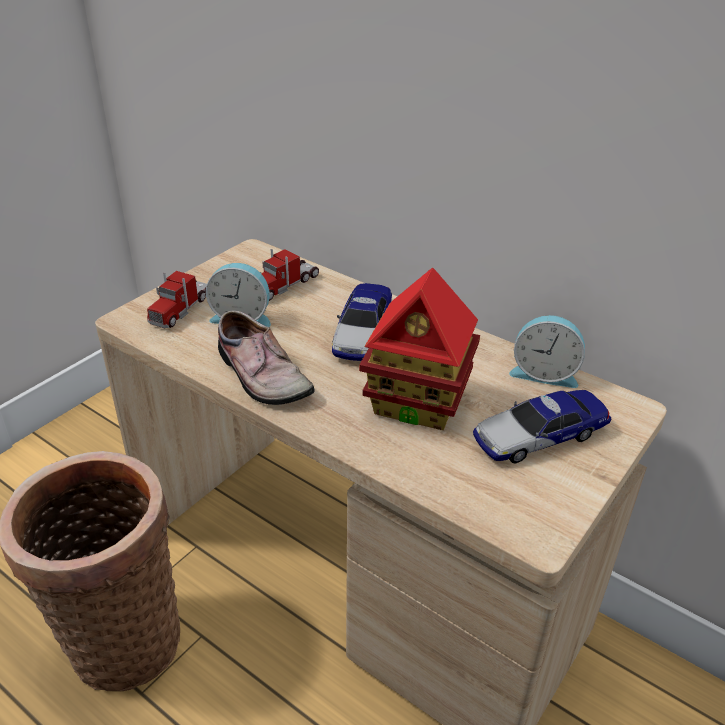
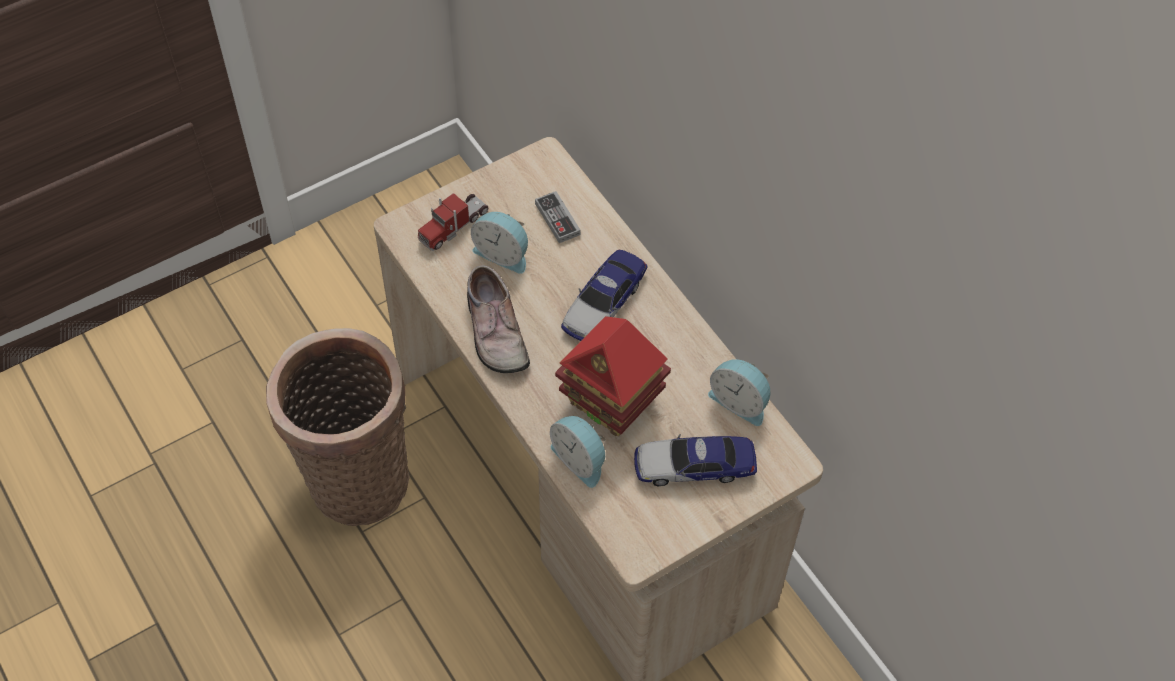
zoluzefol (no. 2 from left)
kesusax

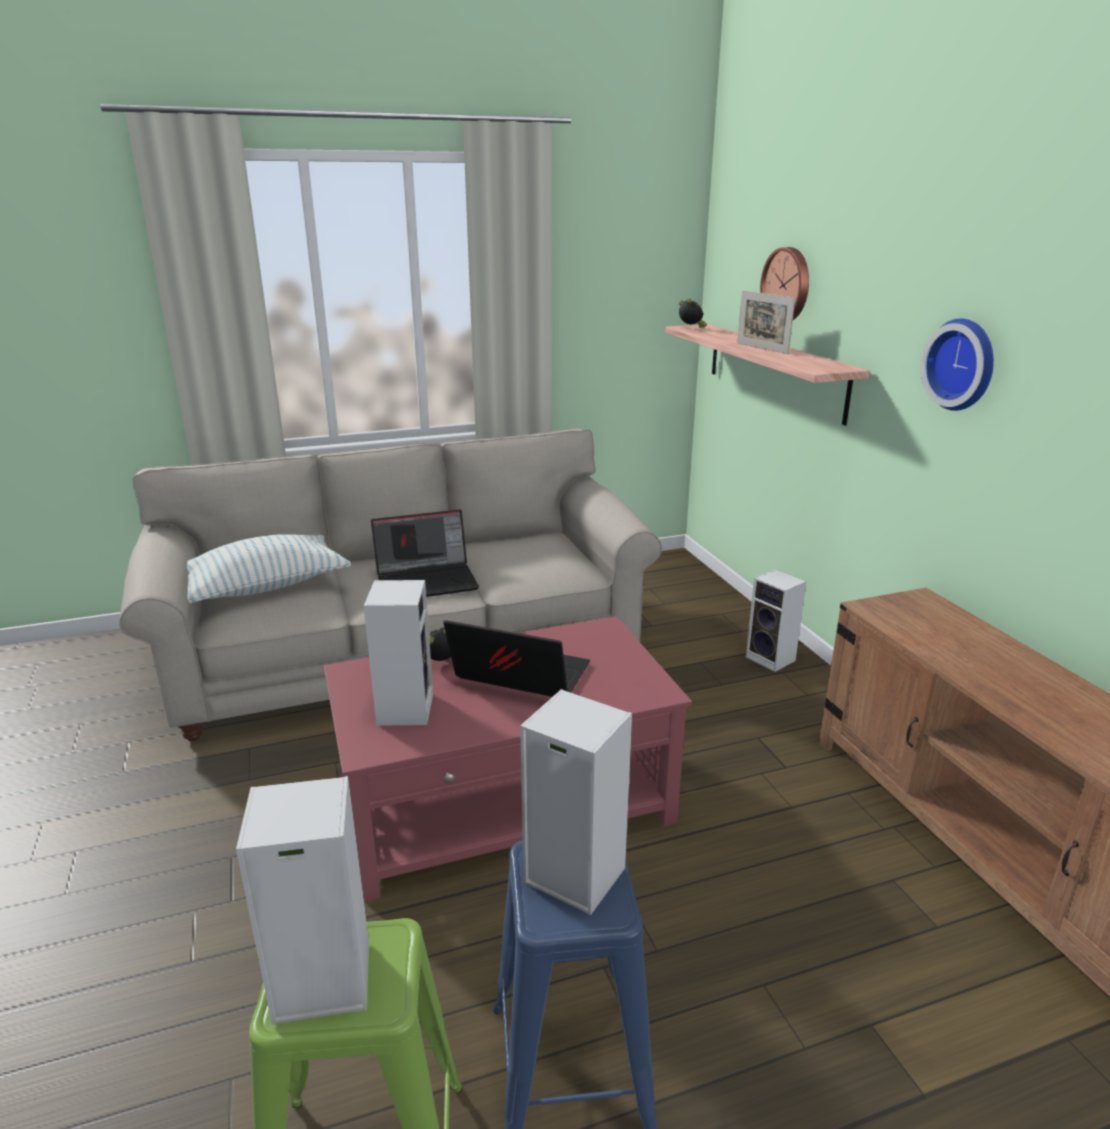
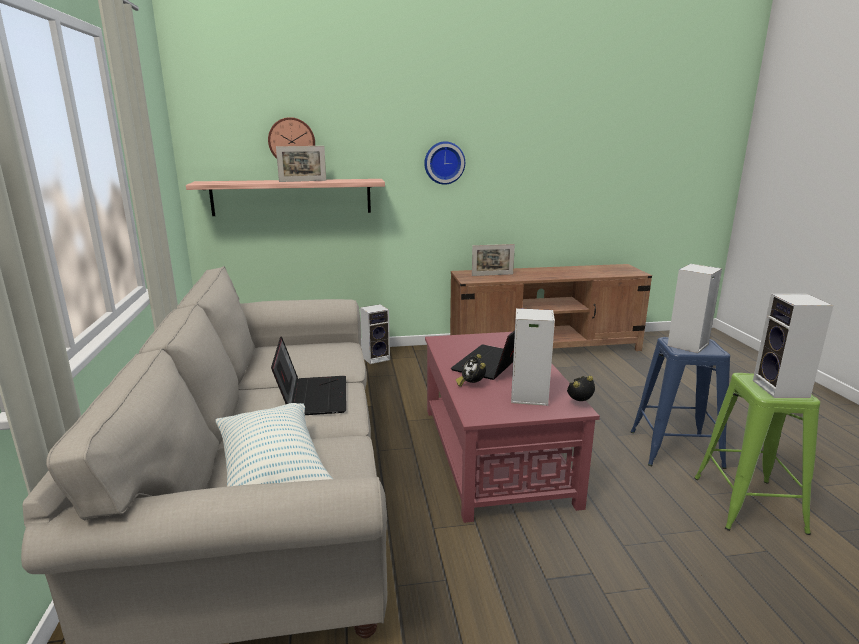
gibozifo (no. 2 from left)
zoluzefol (no. 2 from left)

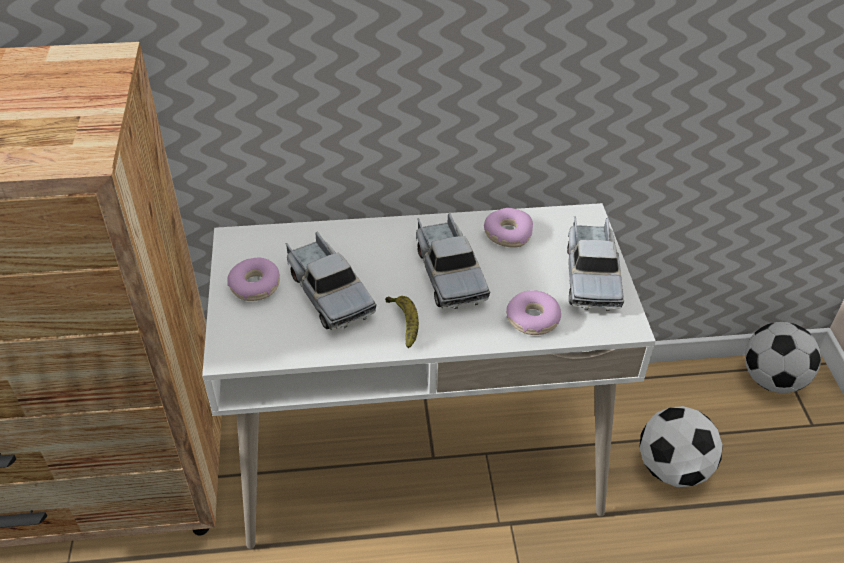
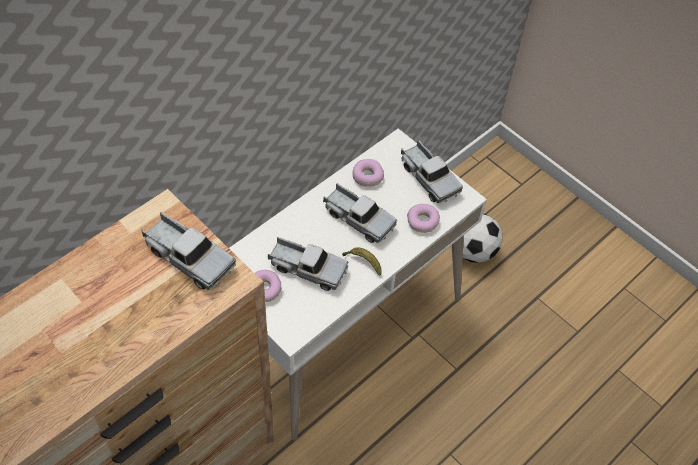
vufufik (no. 2 from left in the first image)
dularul (no. 1 from left)

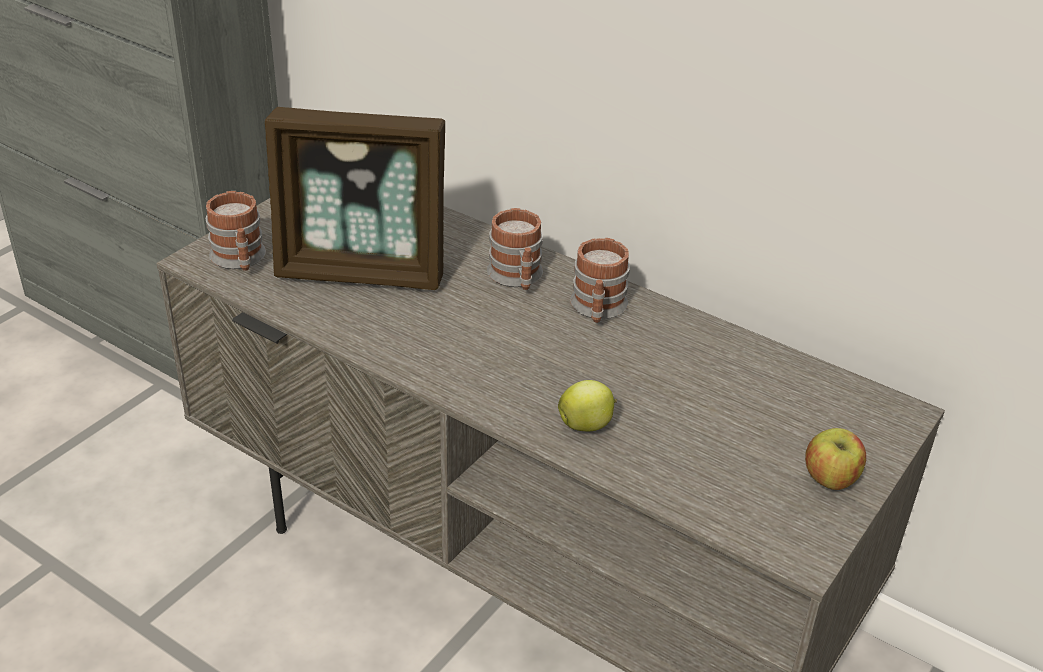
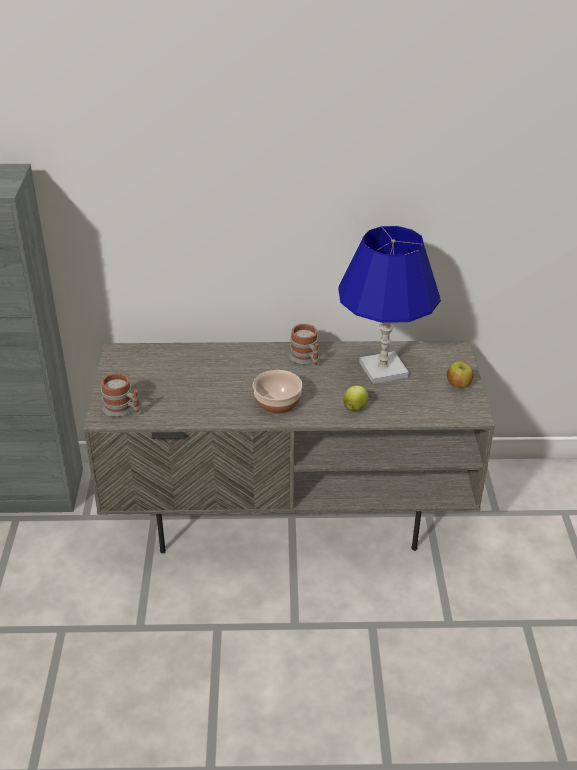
gibozifo
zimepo (no. 2 from left in the first image)
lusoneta
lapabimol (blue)

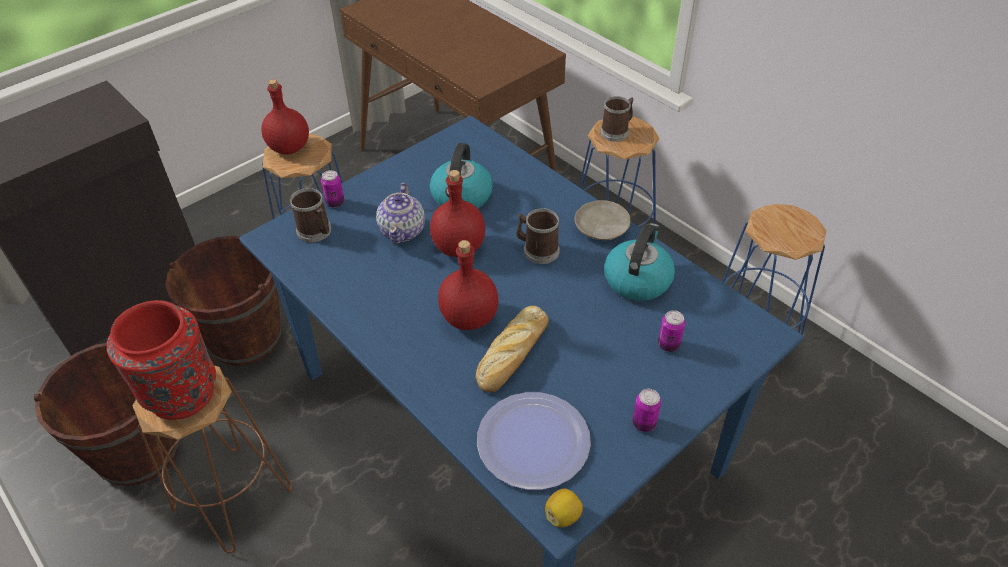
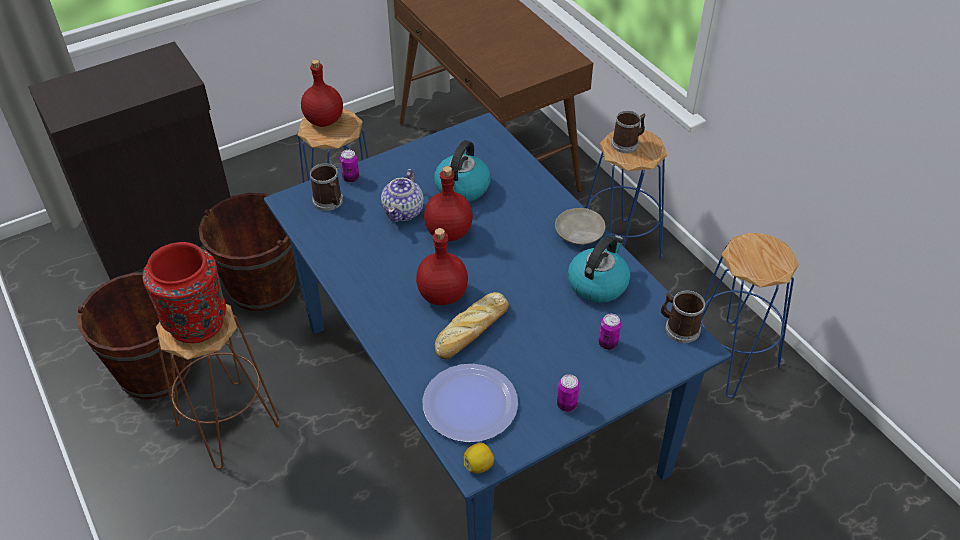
zimepo (no. 3 from left)

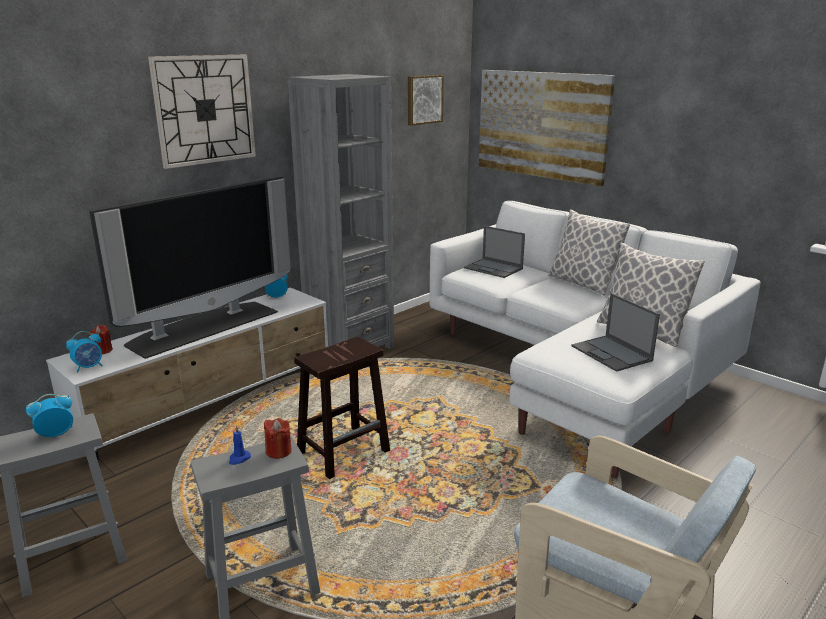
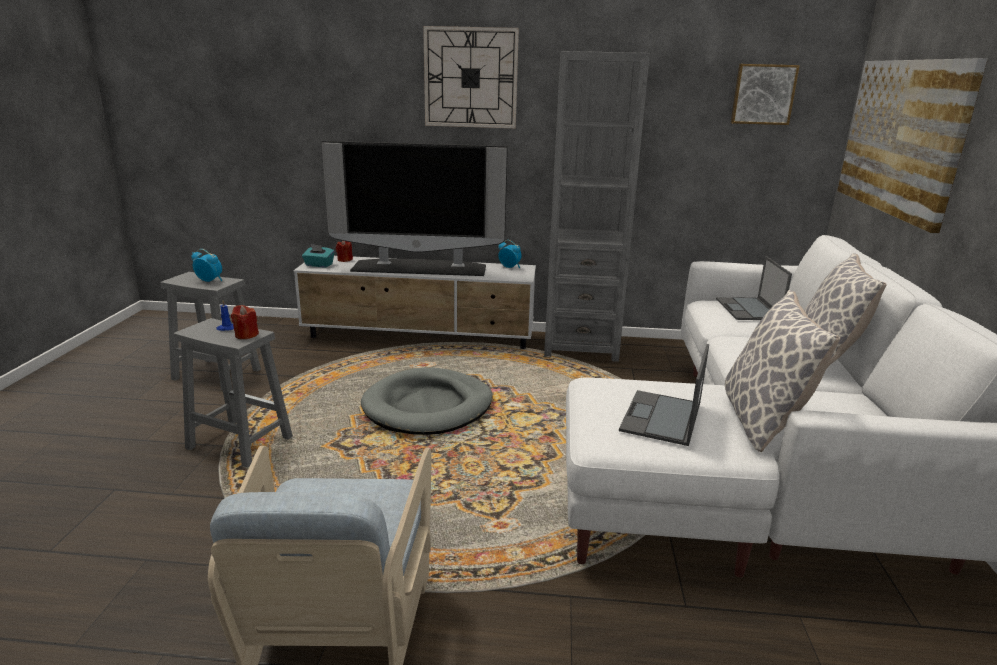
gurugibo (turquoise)
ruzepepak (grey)

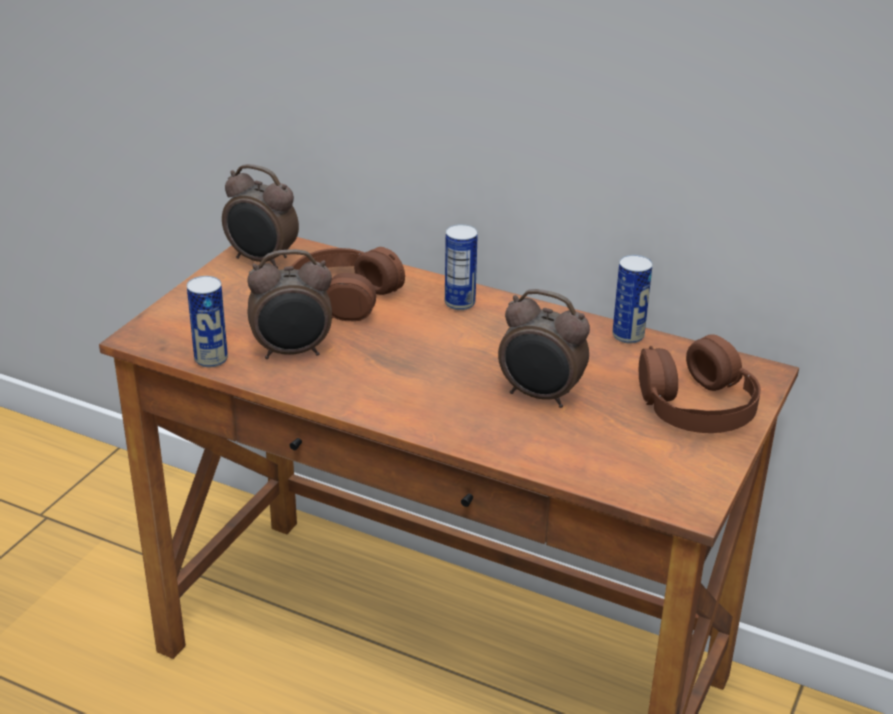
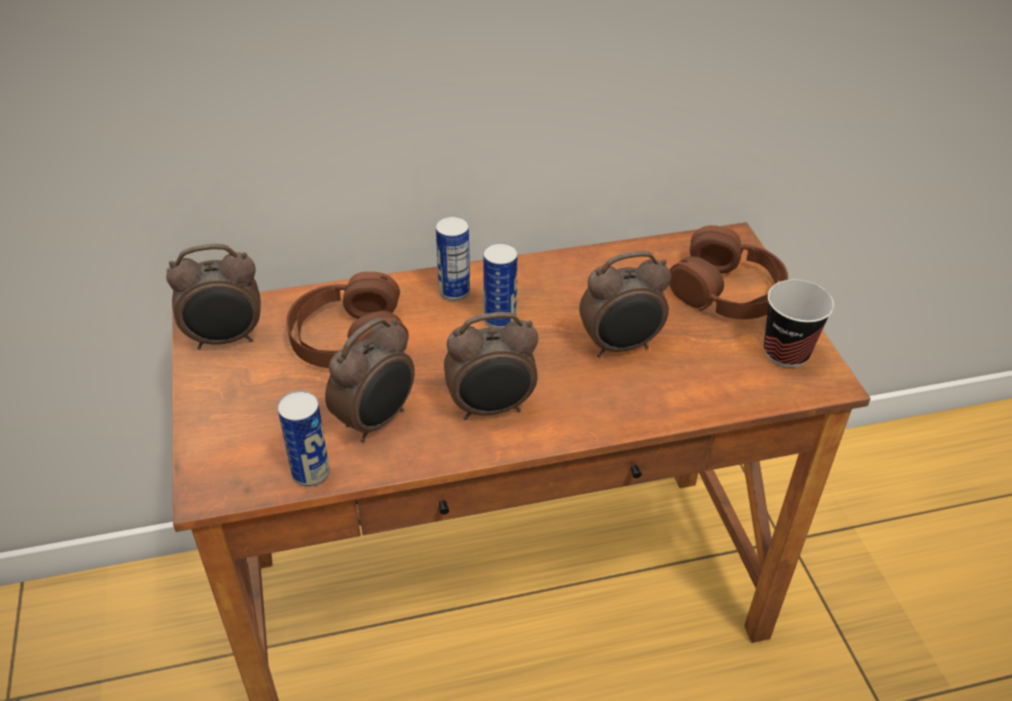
zoluzefol (no. 3 from left)
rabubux
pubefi (no. 3 from left)

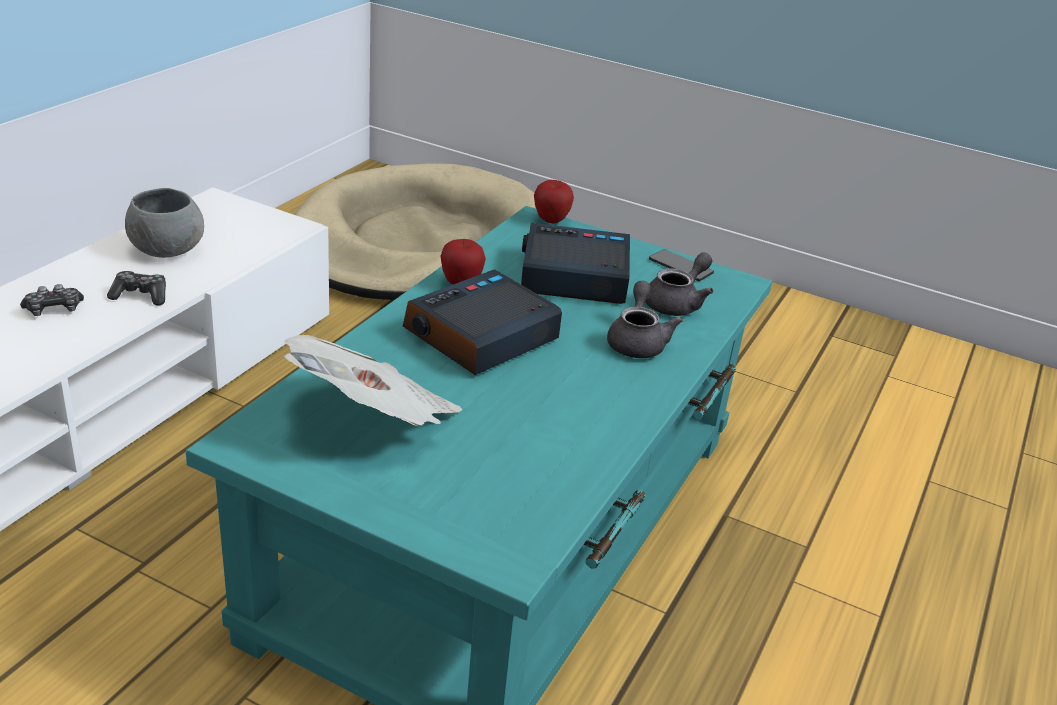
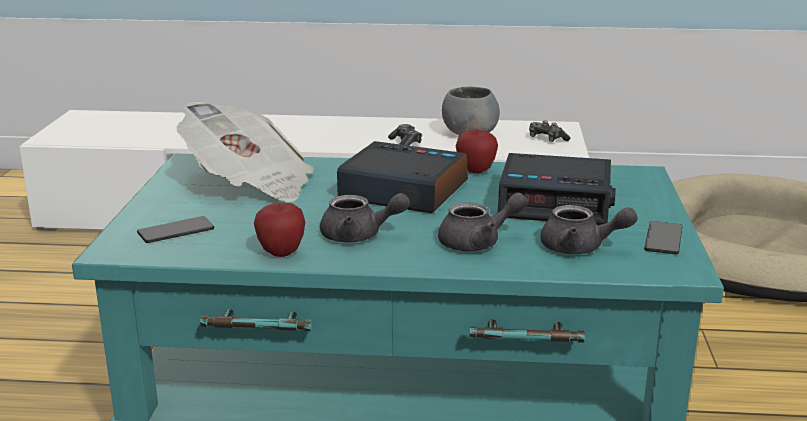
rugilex (no. 1 from left)
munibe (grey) (no. 1 from left)
kesusax (no. 2 from left)
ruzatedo (no. 1 from left)
zoluzefol (no. 2 from left)

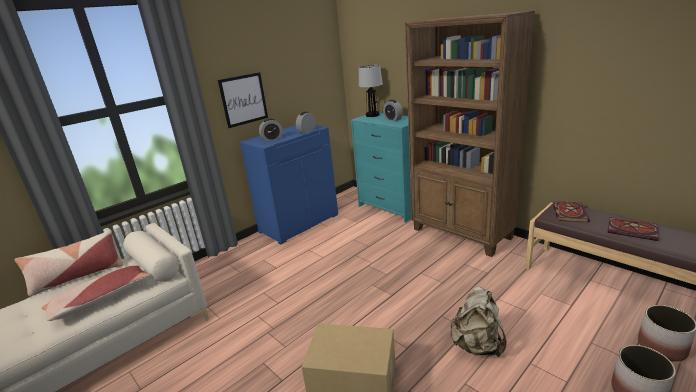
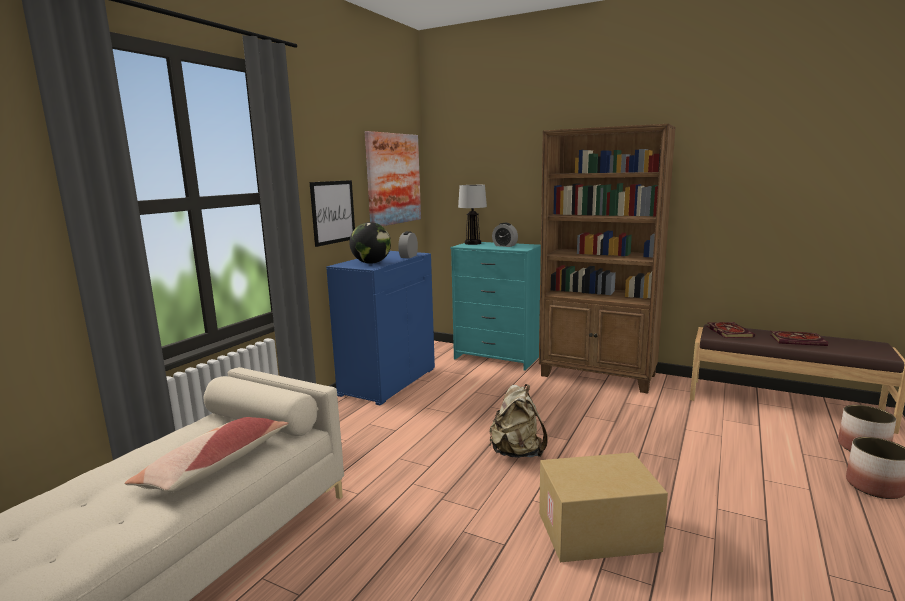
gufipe (no. 1 from left in the first image)
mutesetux (no. 2 from left)
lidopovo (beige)
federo

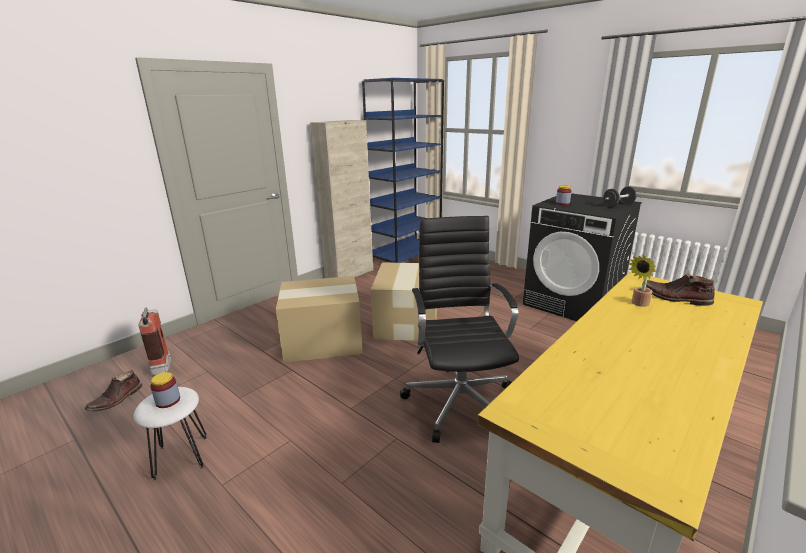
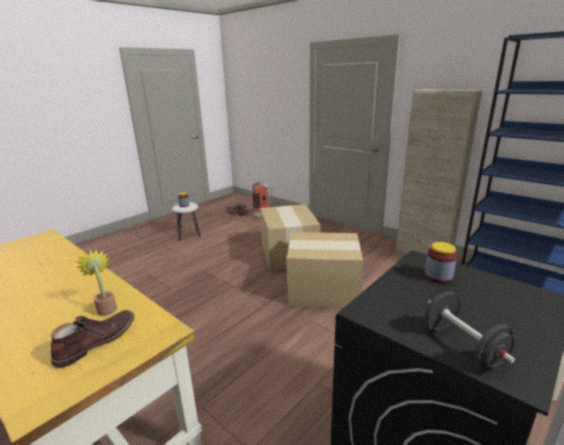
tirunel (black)

